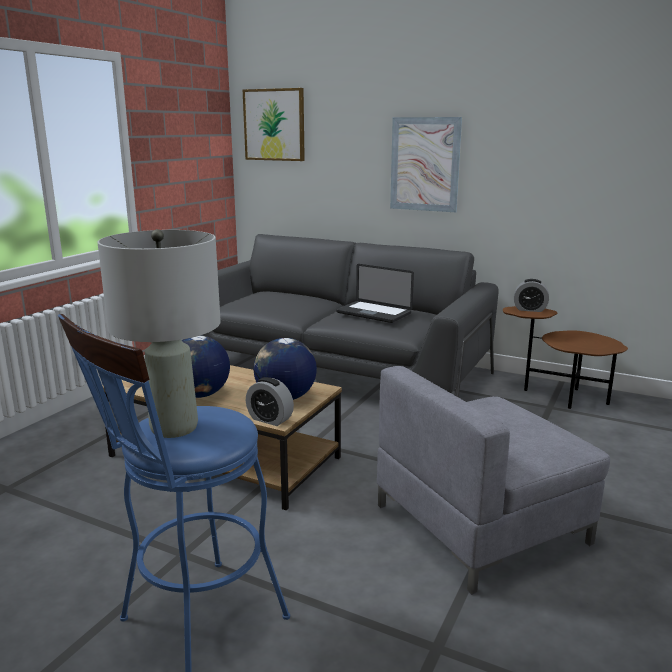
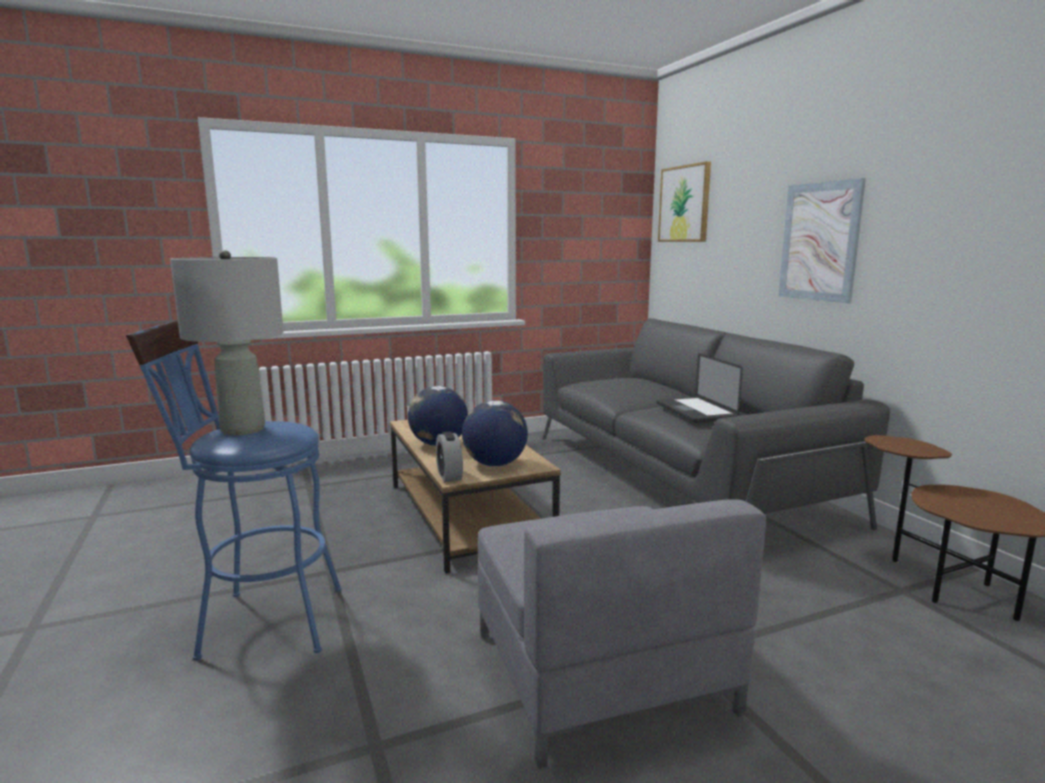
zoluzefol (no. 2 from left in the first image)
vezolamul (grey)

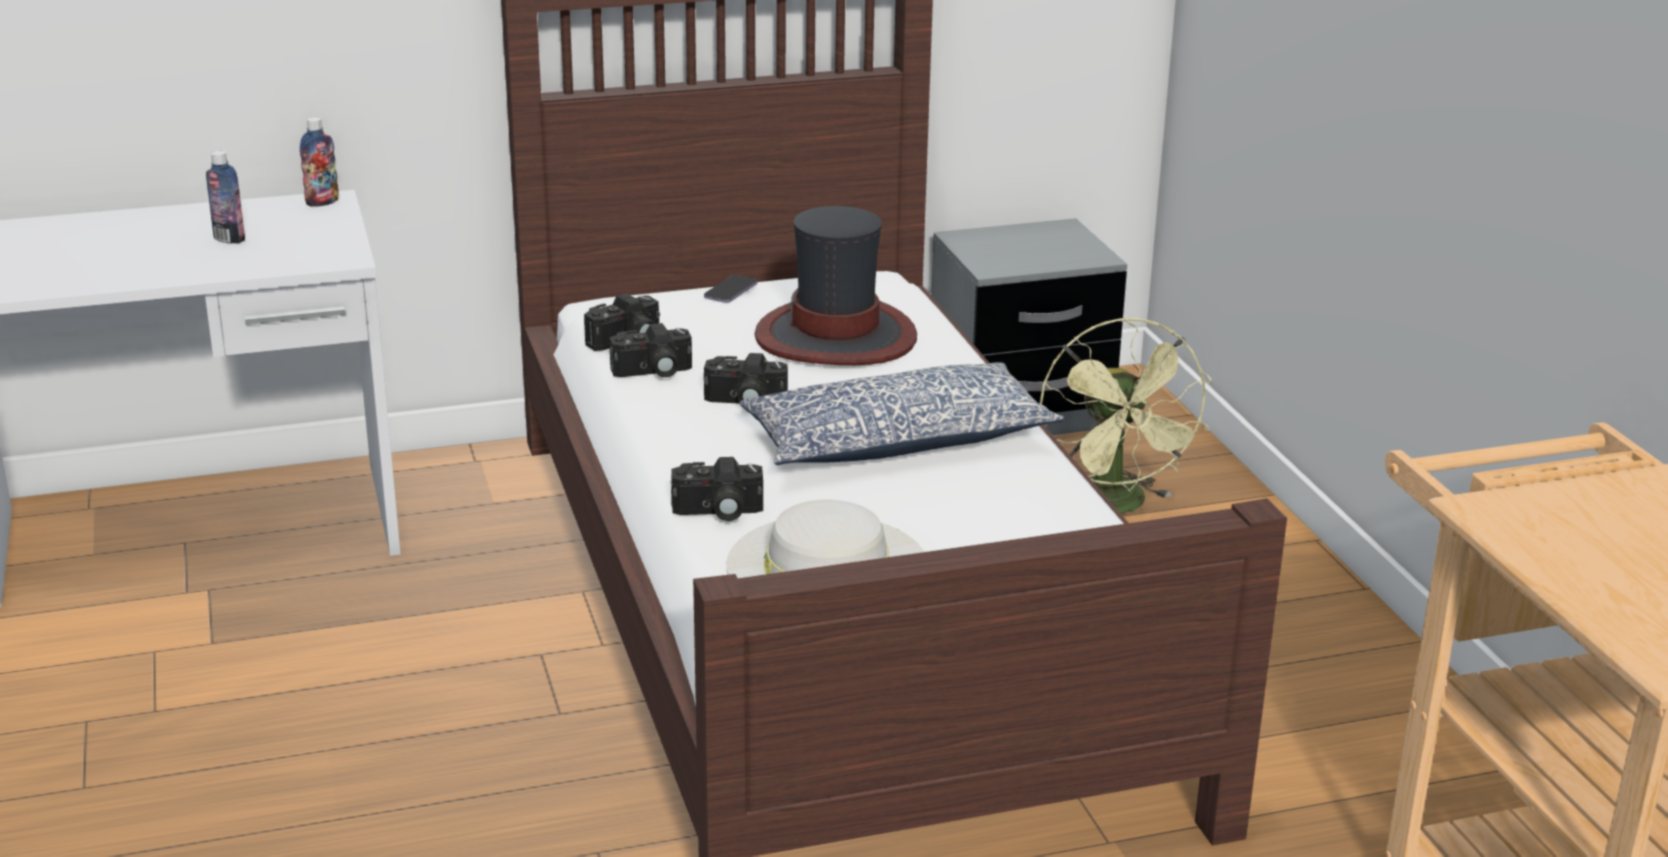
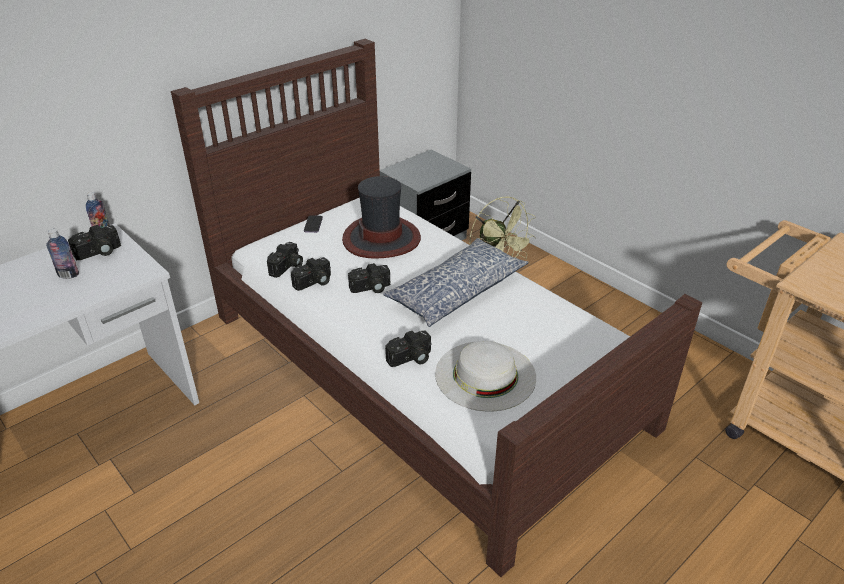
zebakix (no. 1 from left)

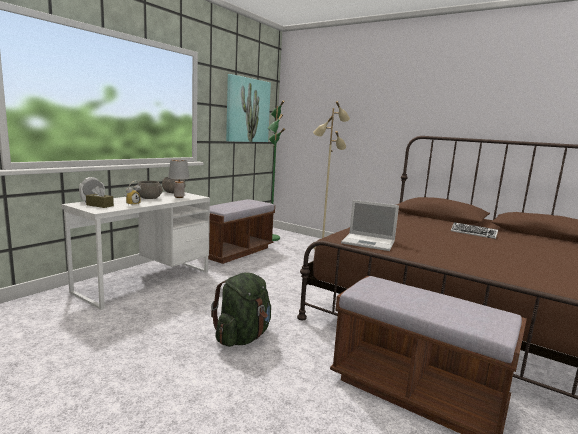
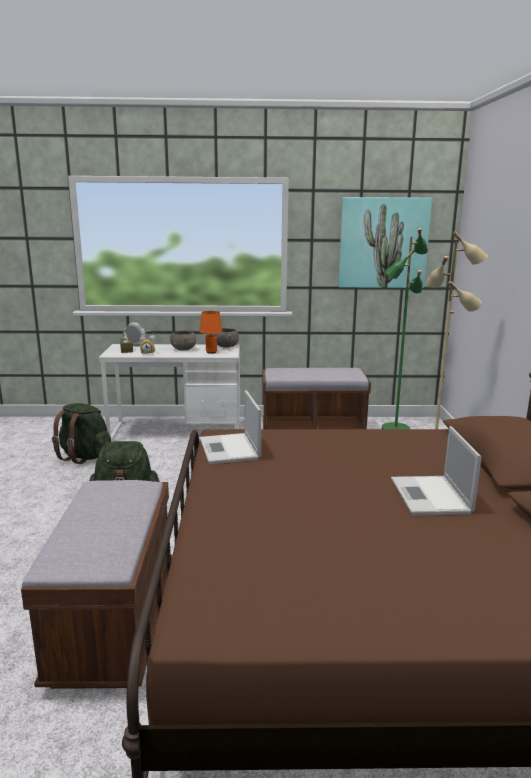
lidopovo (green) (no. 1 from left)
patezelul (no. 2 from left)
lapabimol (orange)

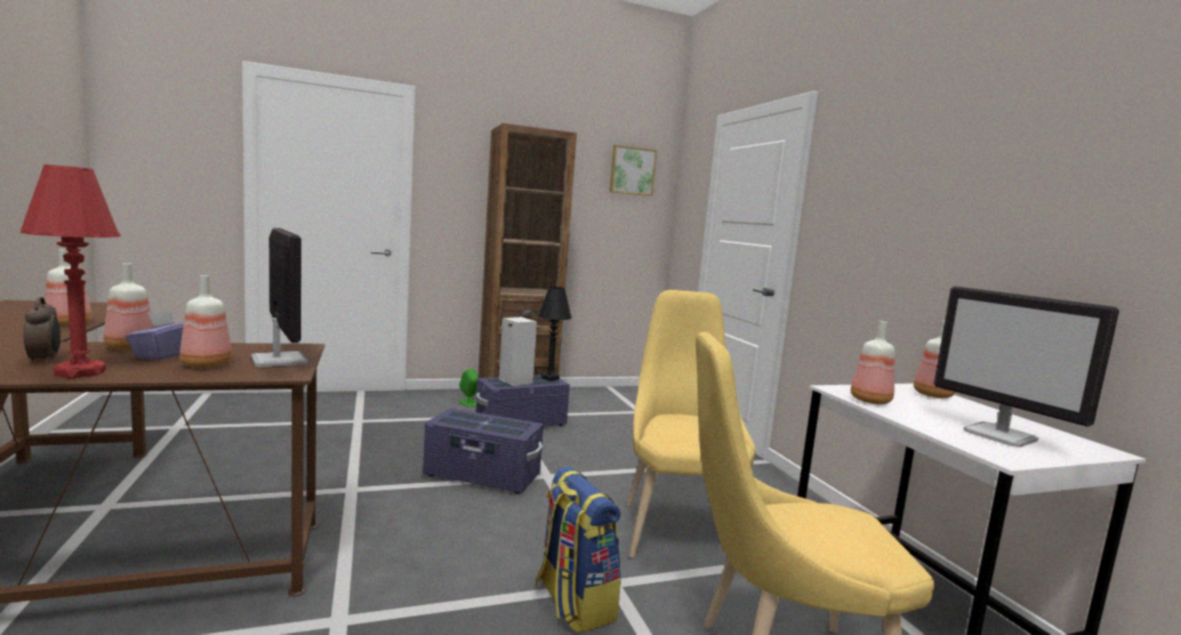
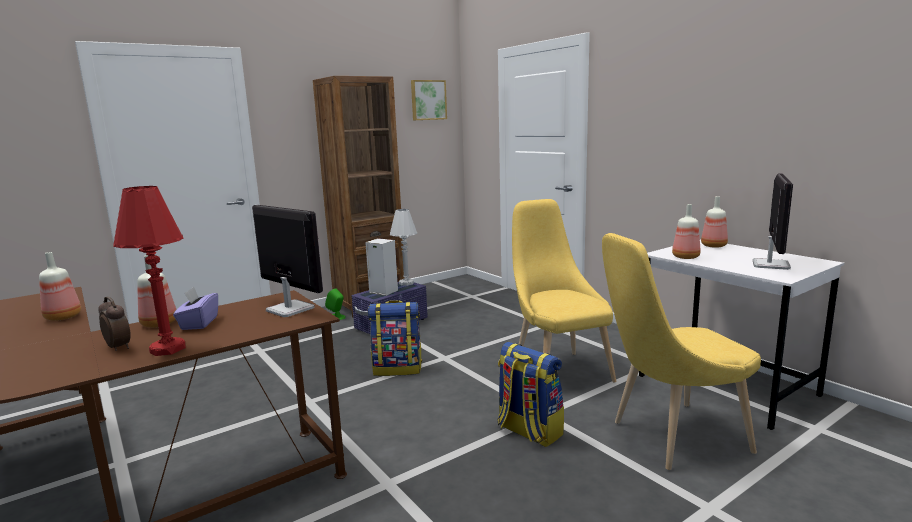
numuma (no. 3 from left in the first image)
lidopovo (no. 1 from left)
lapabimol (white)
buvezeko (no. 2 from left)

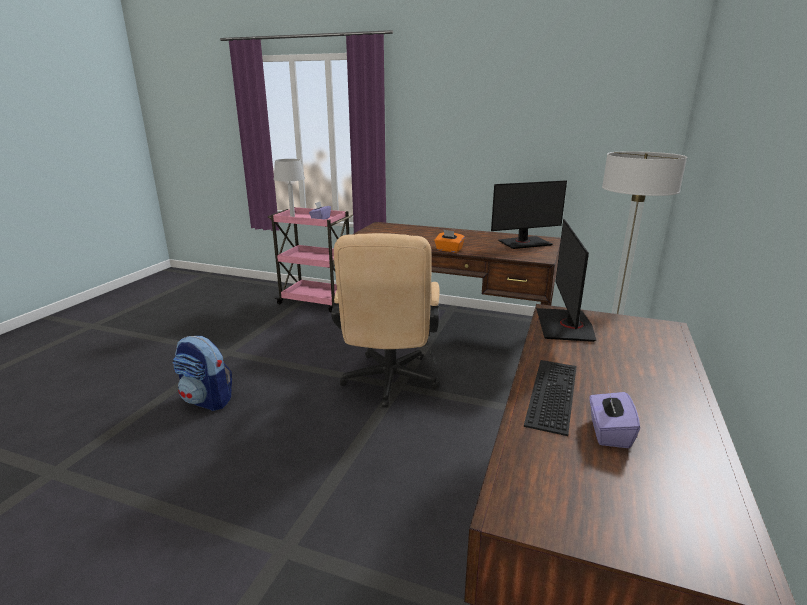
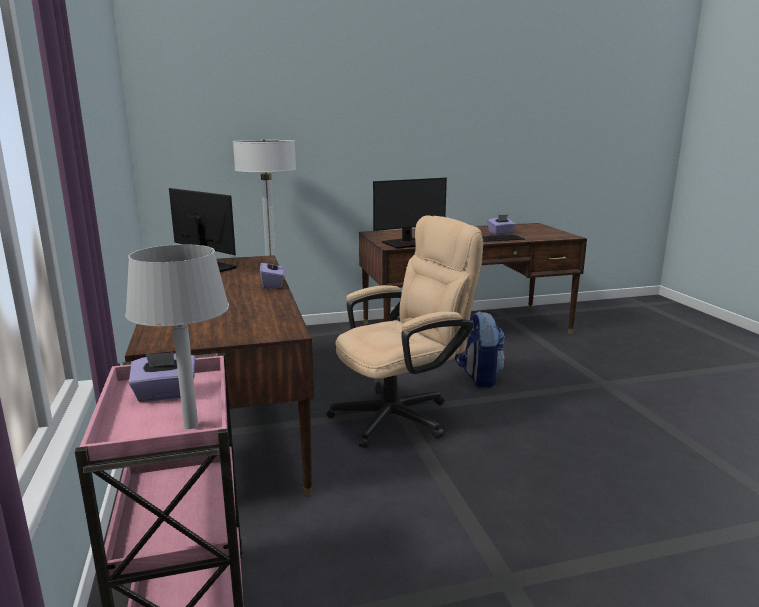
lidopovo
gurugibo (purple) (no. 2 from left)

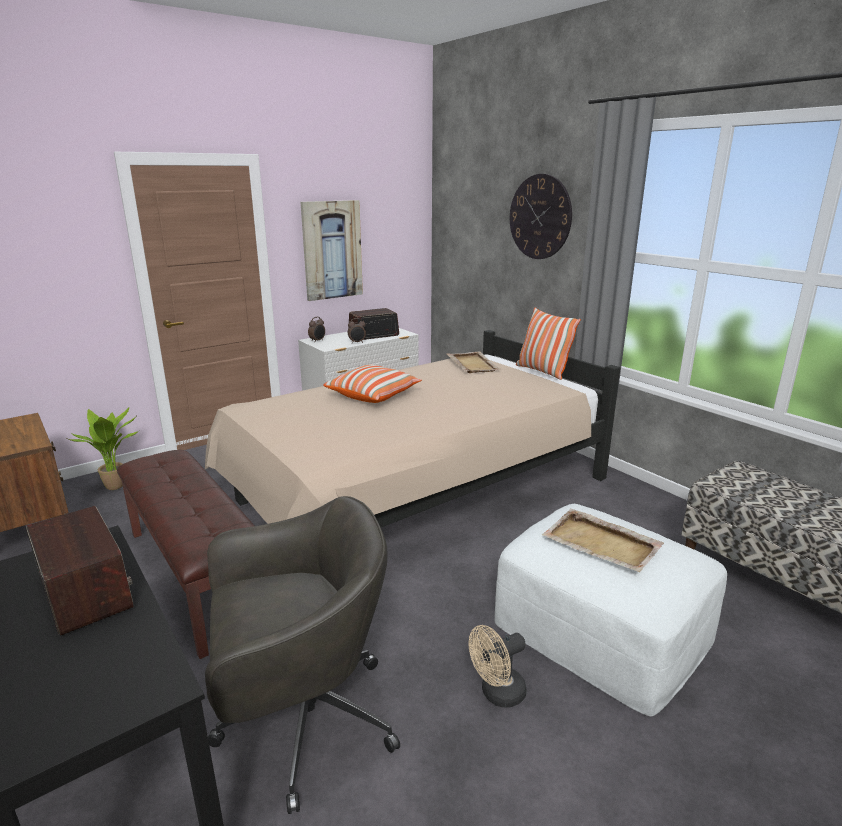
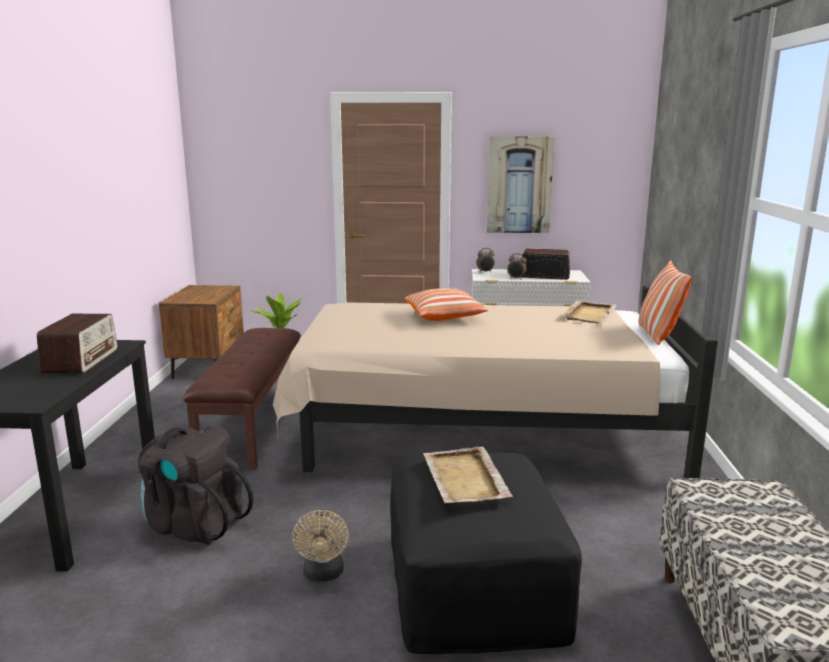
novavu
lidopovo (black)
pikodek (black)
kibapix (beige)

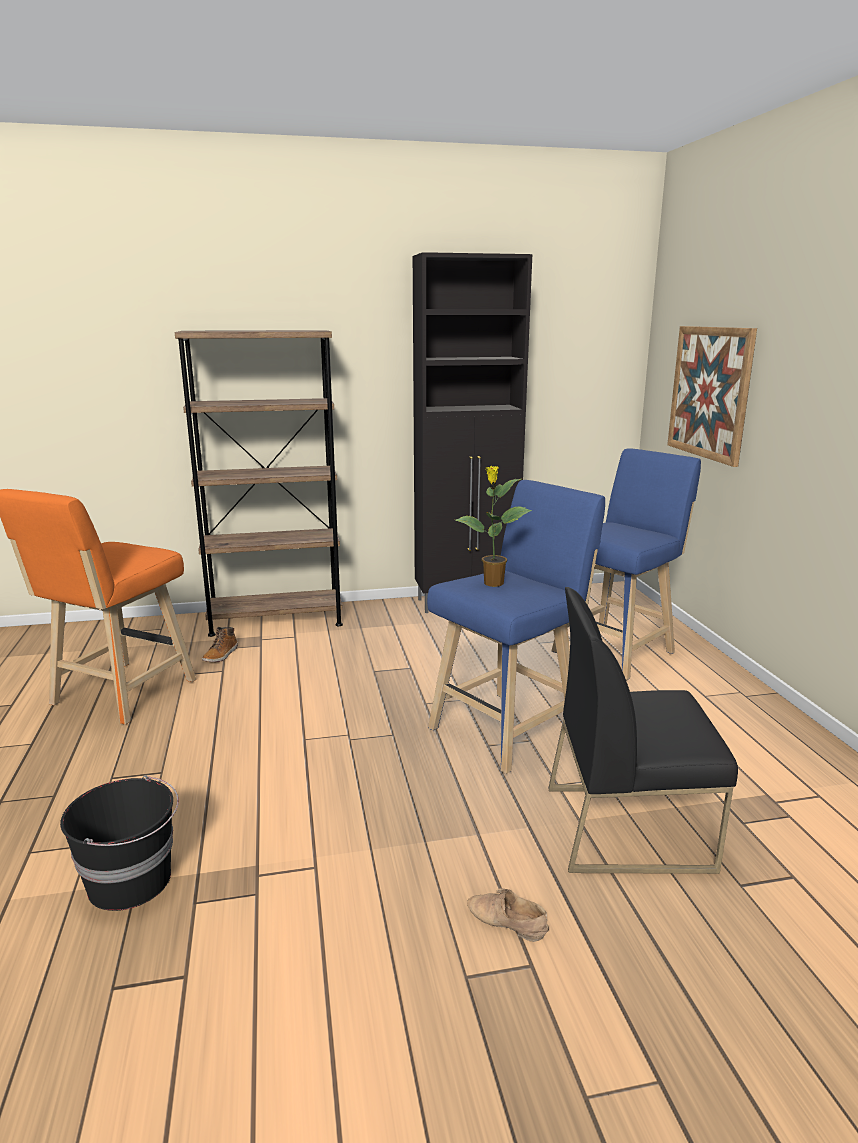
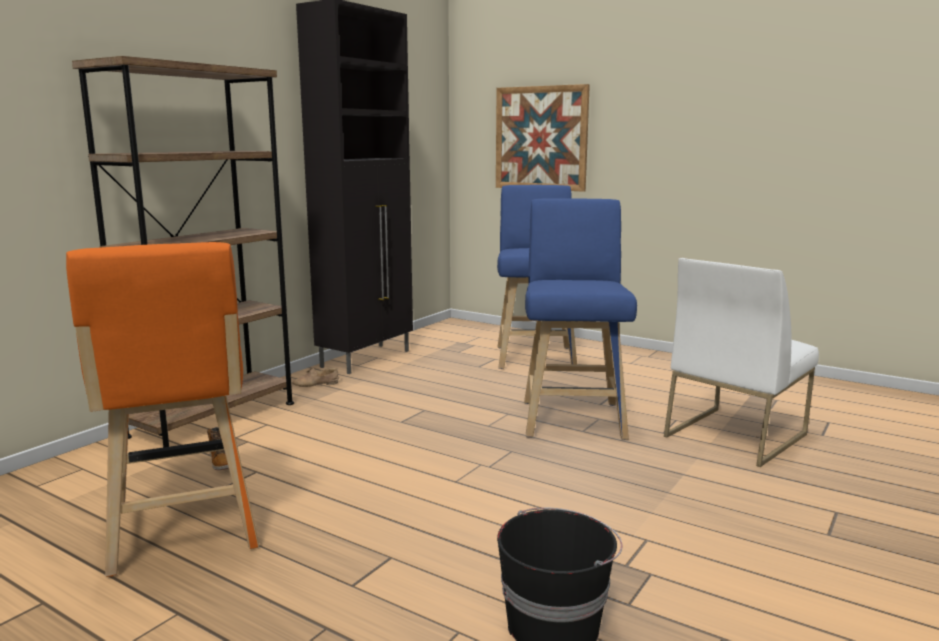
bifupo
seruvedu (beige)
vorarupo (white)

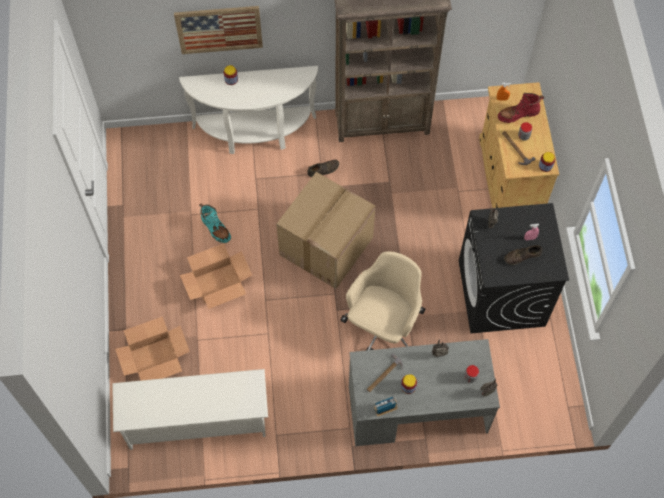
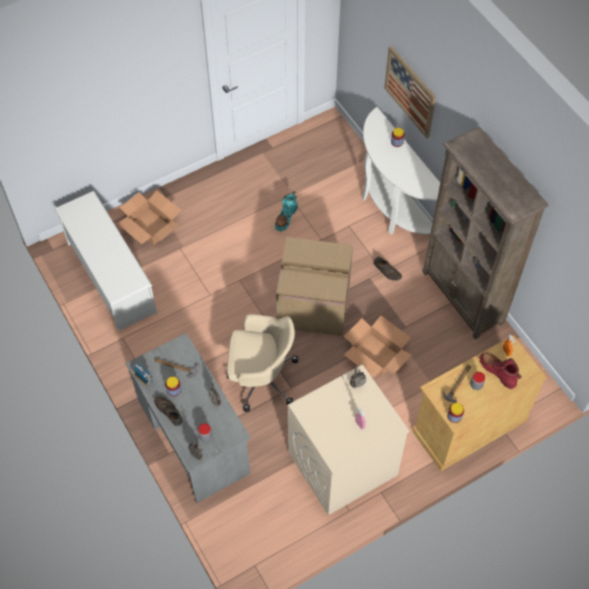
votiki (no. 3 from left)
seruvedu (brown) (no. 1 from left)
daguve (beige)

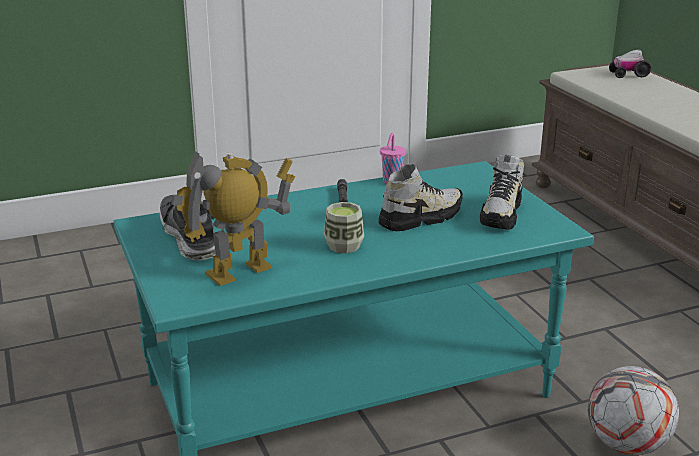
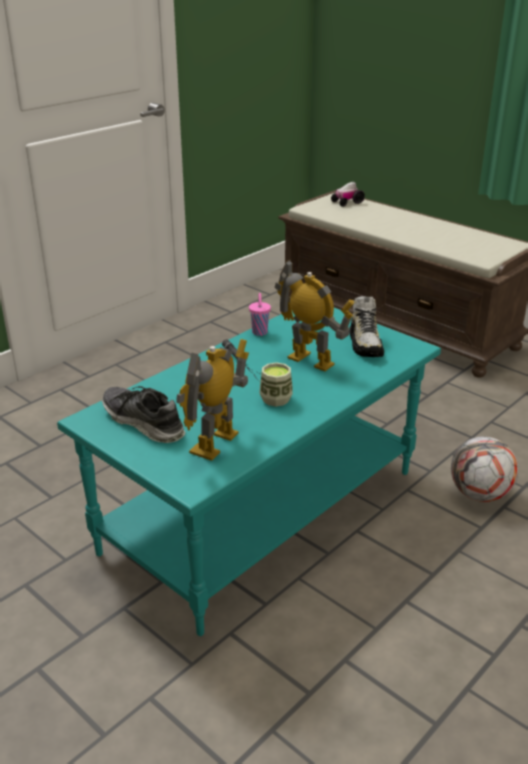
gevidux (no. 2 from left)

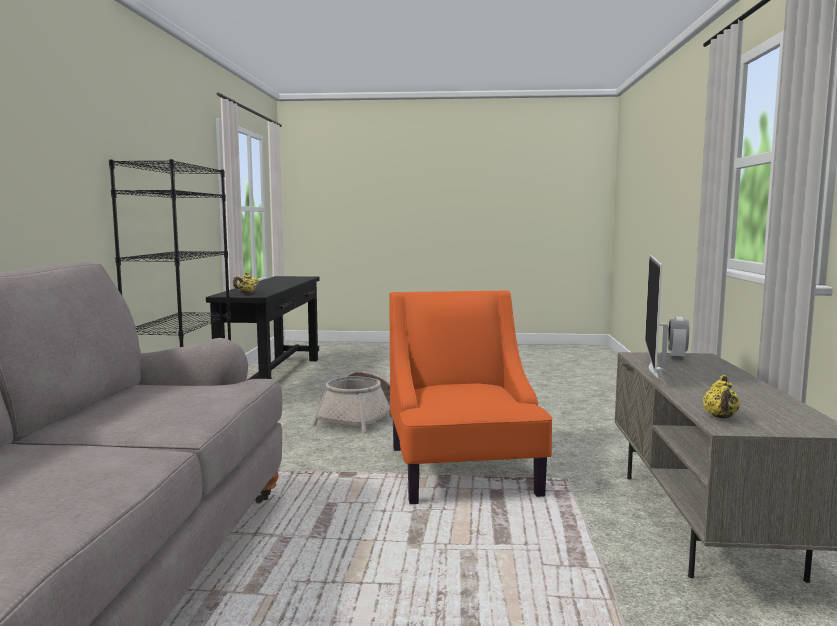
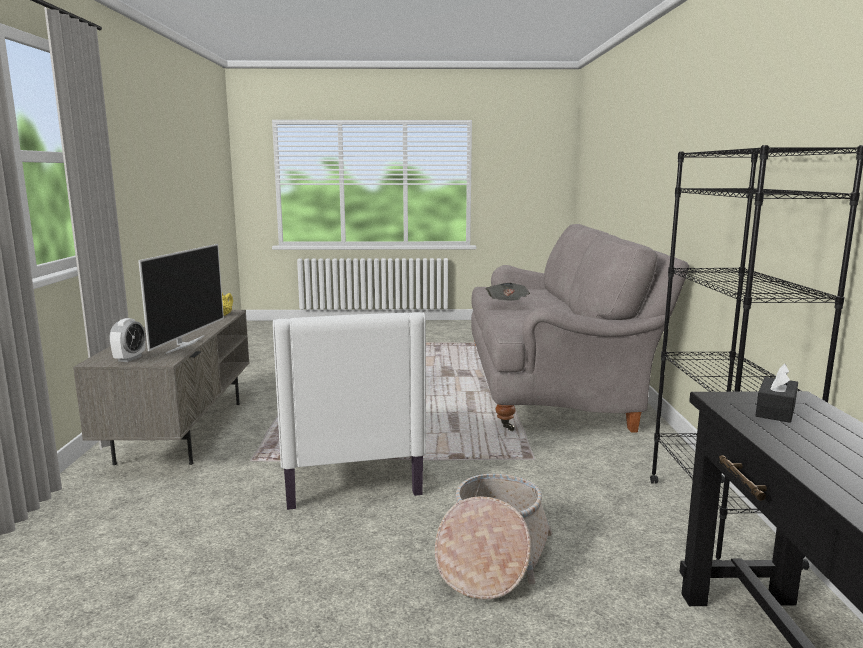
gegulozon
gurugibo (black)
vezolamul (white)

